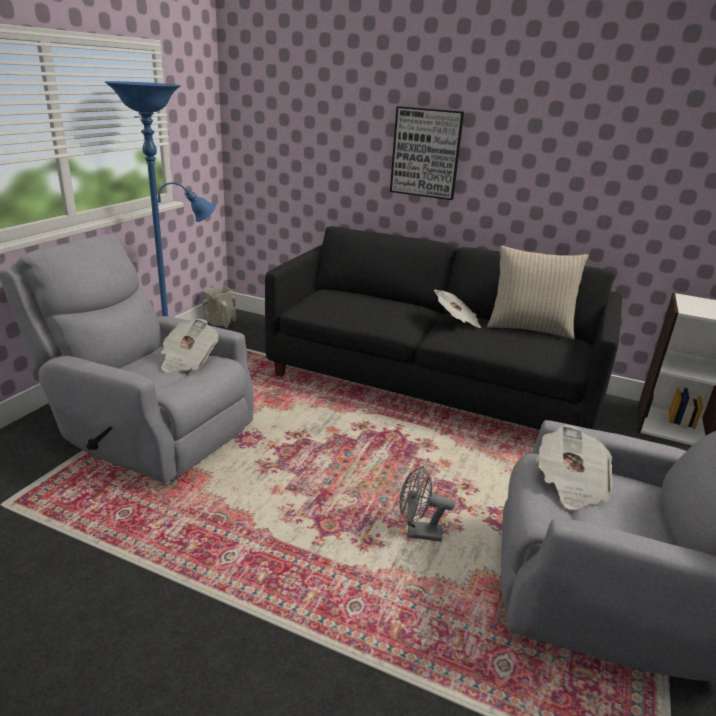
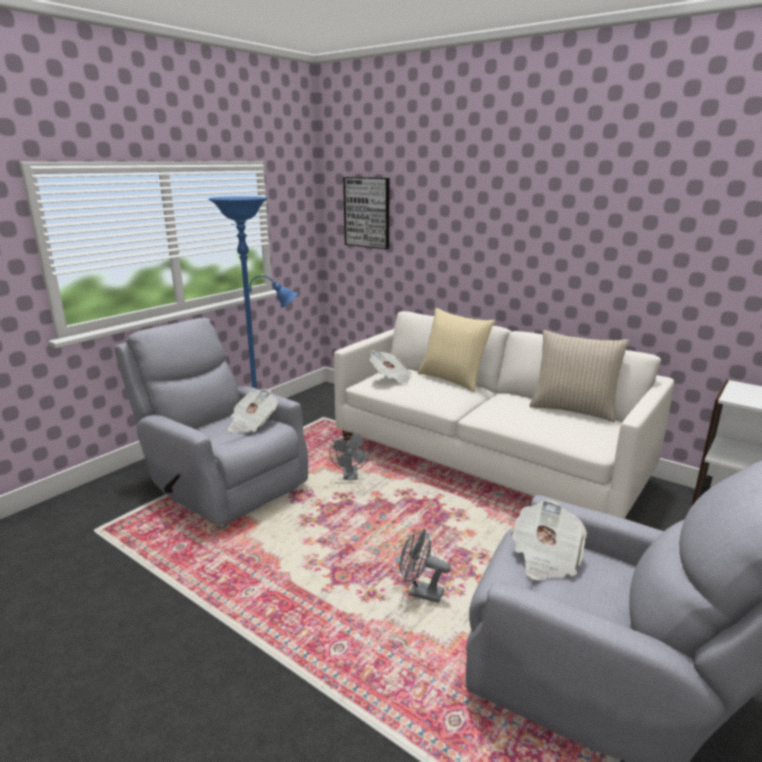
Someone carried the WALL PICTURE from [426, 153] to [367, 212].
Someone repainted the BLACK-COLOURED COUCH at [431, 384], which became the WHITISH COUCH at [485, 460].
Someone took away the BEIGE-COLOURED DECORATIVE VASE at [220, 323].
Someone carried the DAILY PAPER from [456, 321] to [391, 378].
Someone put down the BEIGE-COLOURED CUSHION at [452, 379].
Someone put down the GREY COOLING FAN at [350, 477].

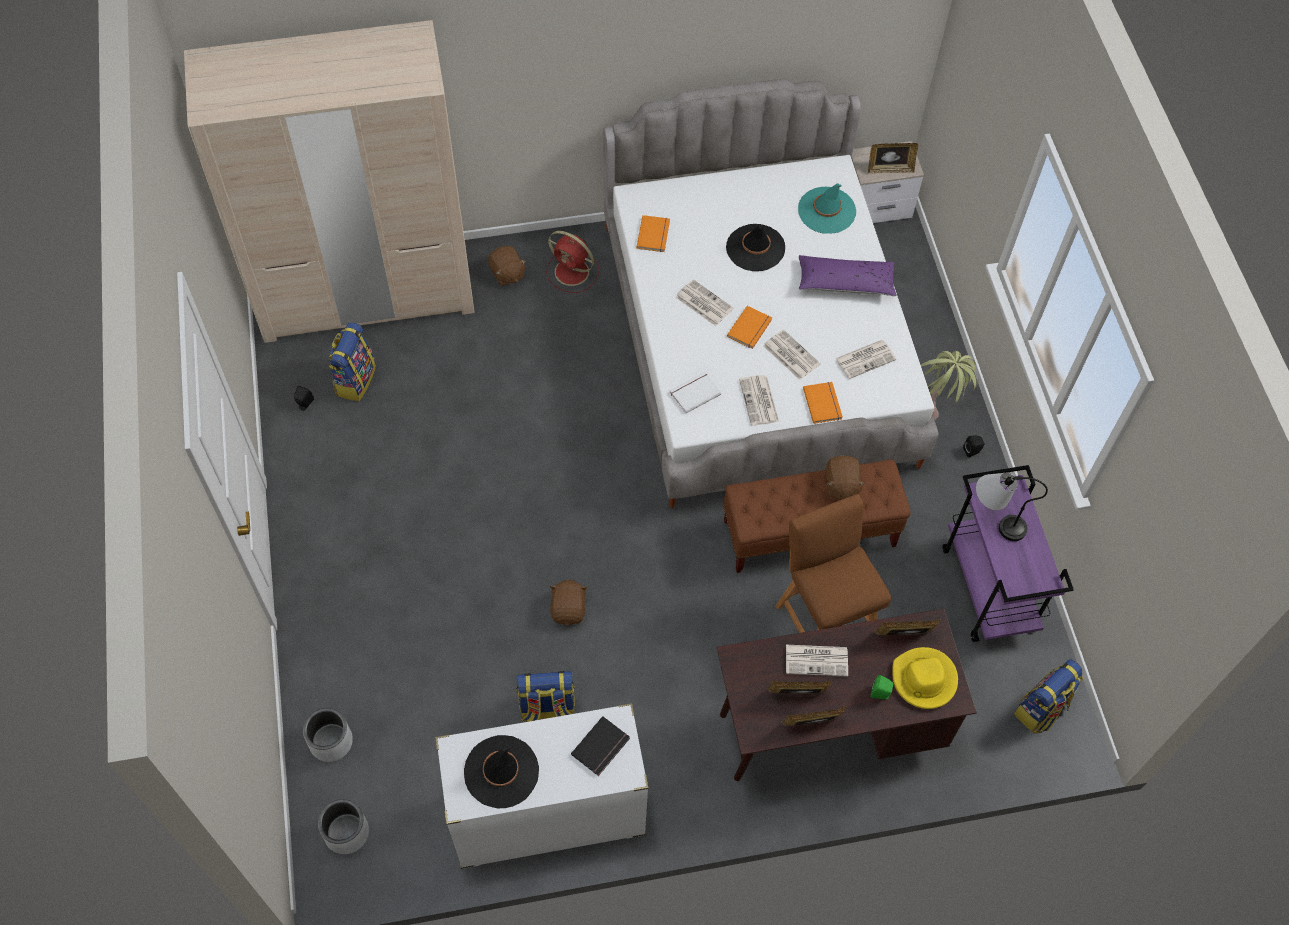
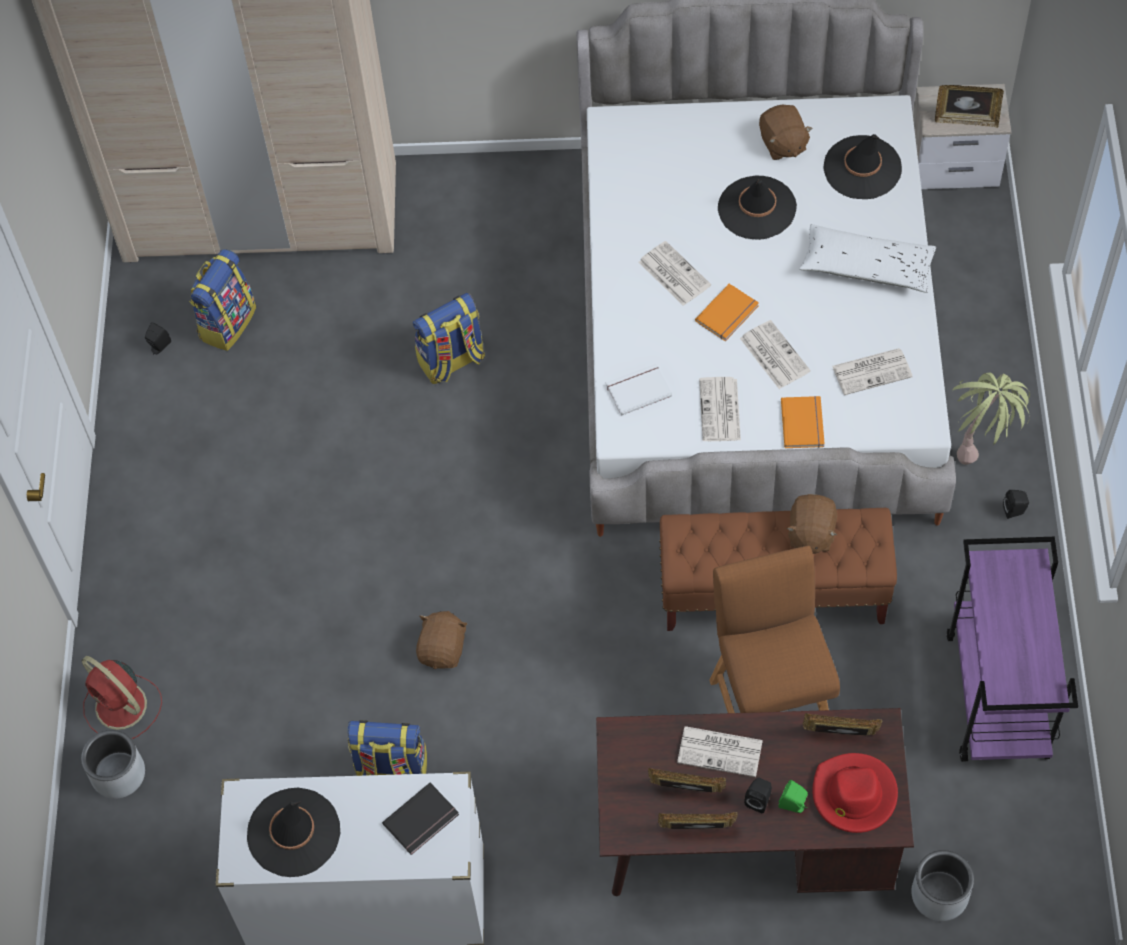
Someone repainted the BLUE-GREEN CLOTHING HAT at [826, 211], which became the BLACK-COLOURED CLOTHING HAT at [862, 168].
Someone took away the ORANGEY BOUND BOOK at [654, 235].
Someone carried the RED-COLOURED COOLING FAN from [573, 272] to [123, 707].
Someone carried the BROWN PLUSH TOY from [507, 274] to [782, 144].
Someone repainted the PURPLE CUSHION at [845, 282], which became the WHITISH CUSHION at [866, 267].
Someone took away the TABLE LAMP at [993, 522].
Someone repainted the YELLOWISH CLOTHING HAT at [924, 679], which became the RED-COLOURED CLOTHING HAT at [853, 795].
Someone carried the RUCKSACK from [1041, 709] to [451, 361].
Someone carried the GREY PLANT POT from [346, 832] to [939, 894].
Someone put down the BLACK-COLOURED LOUDSPEAKER at [759, 800].

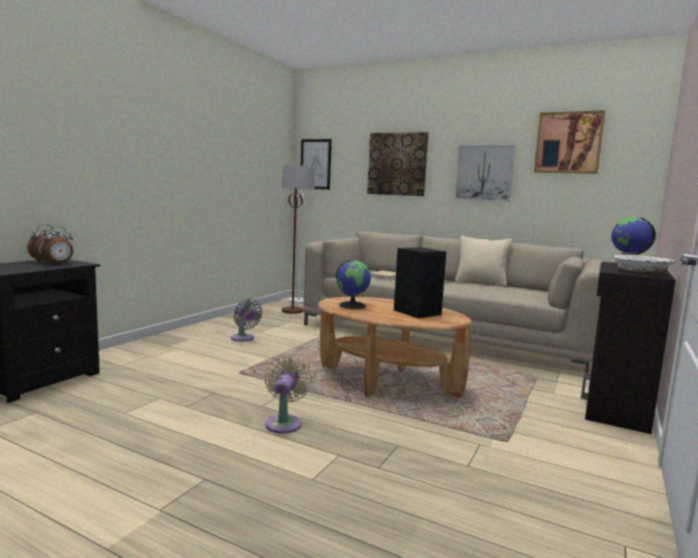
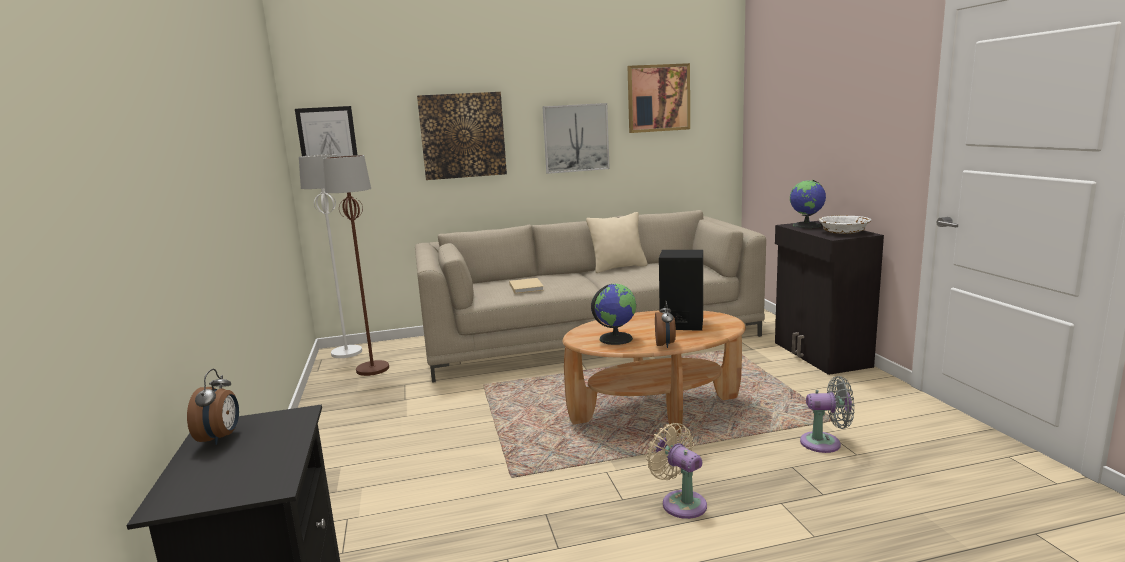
Someone carried the TABLE CLOCK from [59, 264] to [665, 344].
Someone carried the GREY COOLING FAN from [243, 338] to [825, 443].

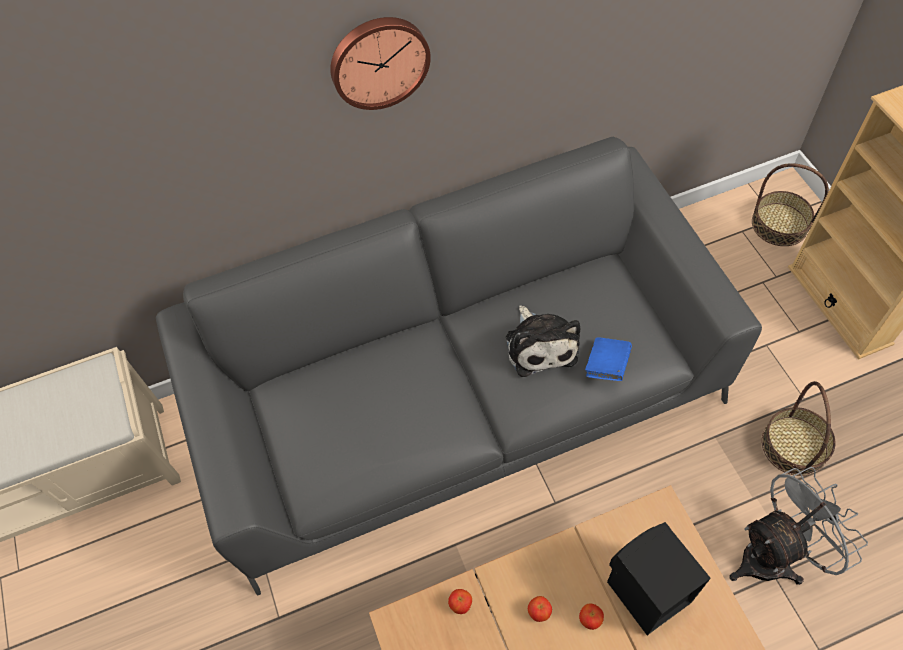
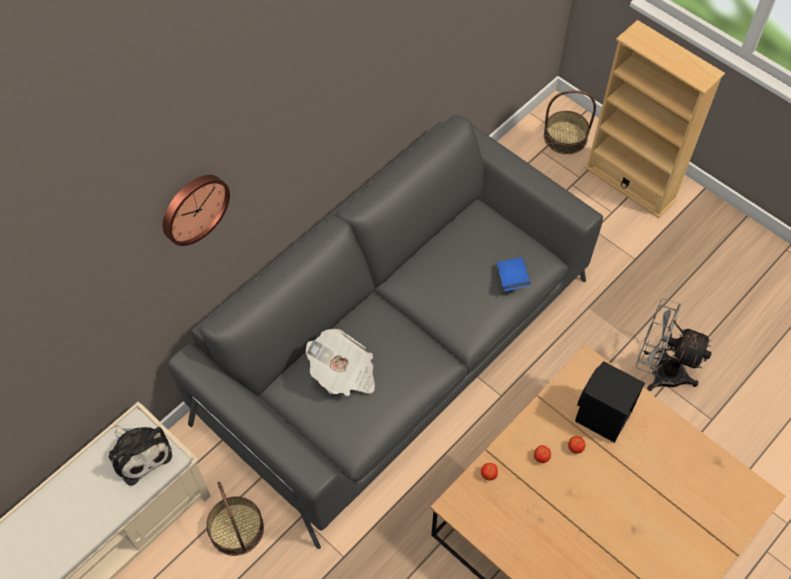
Someone carried the HANGING CLOCK from [378, 61] to [193, 207].
Someone carried the PLUSH TOY from [540, 344] to [139, 453].
Someone carried the STORAGE BASKET from [794, 446] to [236, 529].
Someone rotated the GREY COOLING FAN at [774, 555] by 105 degrees counterclockwise.
Someone put down the DAILY PAPER at [343, 373].

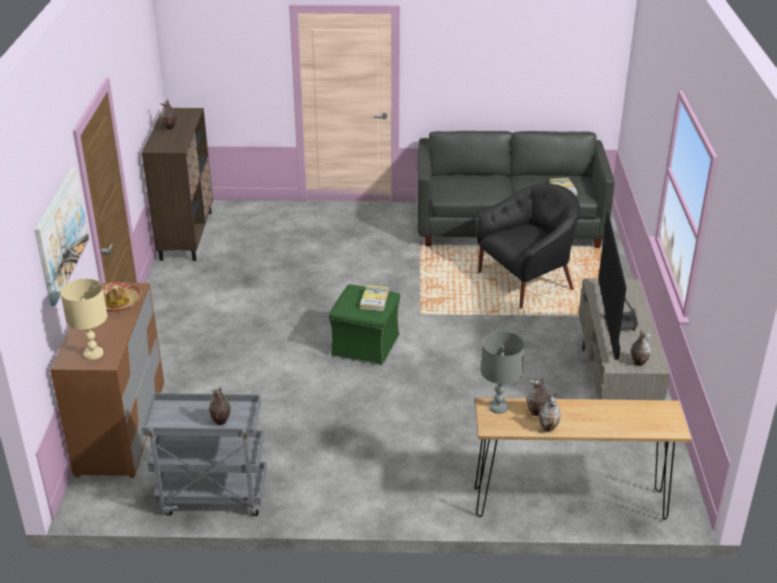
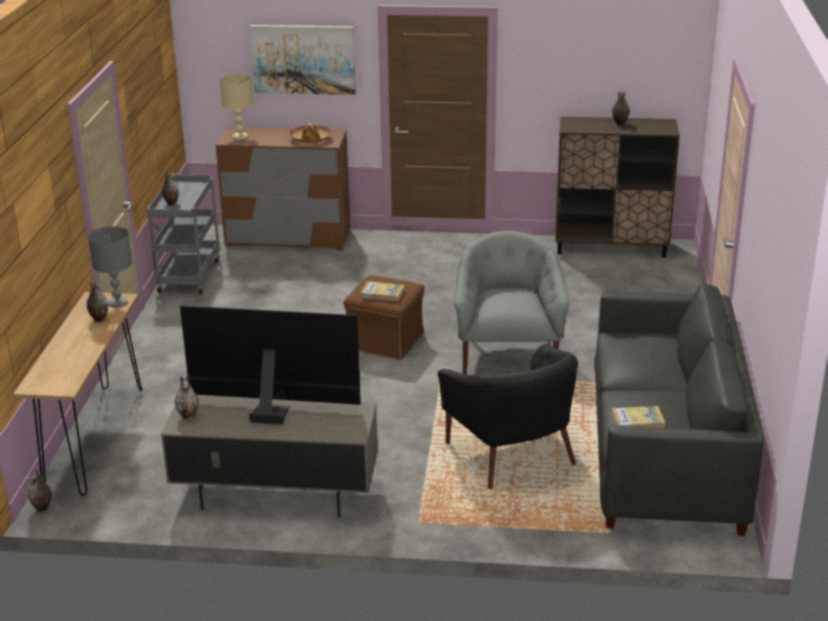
Someone repainted the GREEN-COLOURED POUFFE at [365, 346], which became the BROWN POUFFE at [385, 341].
Someone carried the DECORATIVE VASE from [548, 428] to [42, 508].
Someone put down the GREY EASY CHAIR at [508, 354].

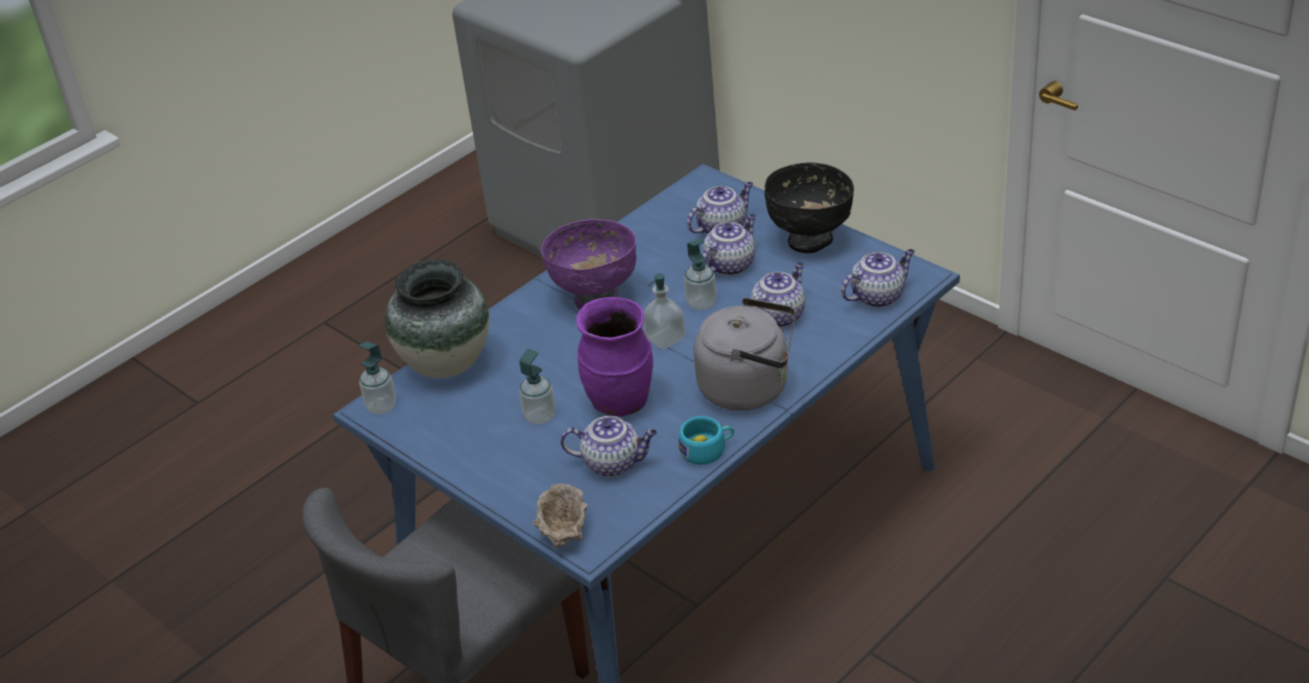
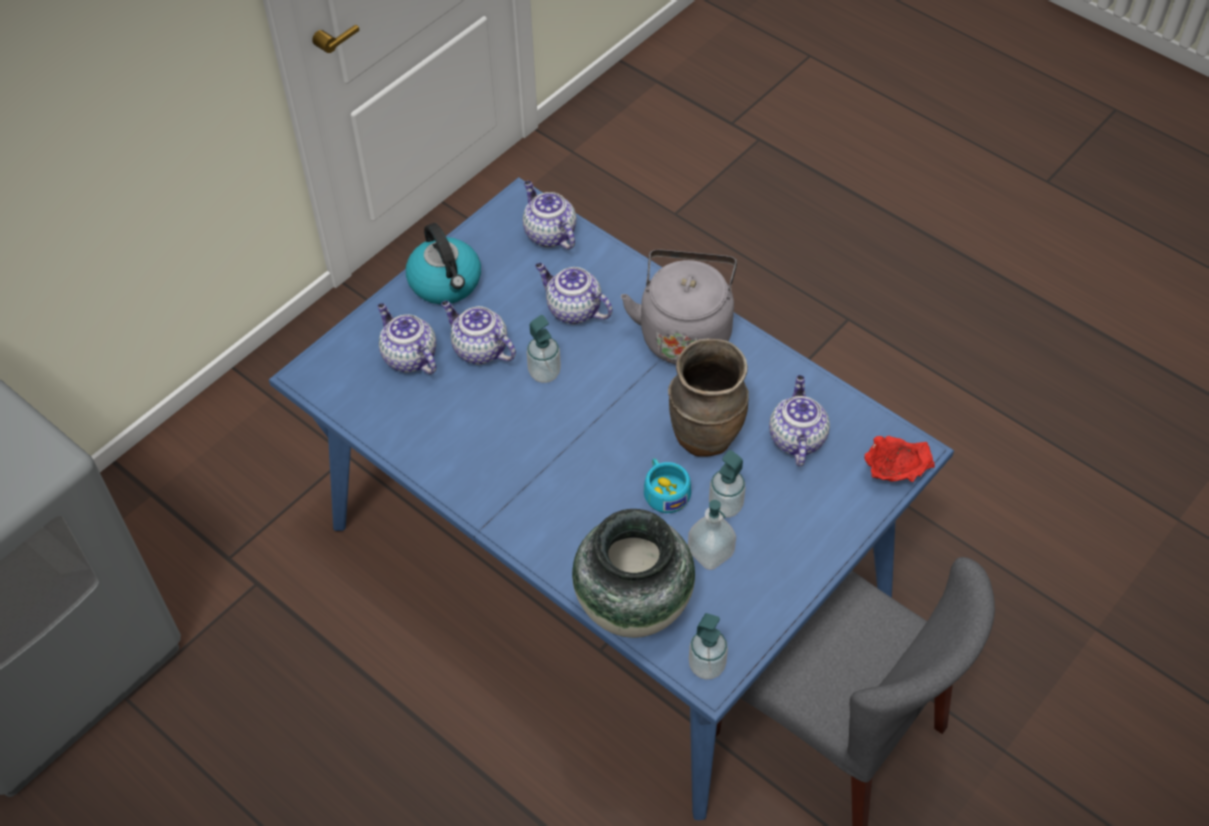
Someone swapped the BLACK-COLOURED BOWL at [810, 240] for the WATER KETTLE at [446, 283].
Someone took away the PURPLE BOWL at [596, 298].
Someone carried the SOAP BOTTLE from [665, 338] to [710, 552].
Someone repainted the PURPLE DECORATIVE VASE at [621, 403], which became the BROWN DECORATIVE VASE at [705, 436].
Someone carried the BLUE-GREEN CUP from [708, 450] to [664, 491].
Someone repainted the BEIGE-COLOURED BOWL at [563, 532], which became the RED-COLOURED BOWL at [895, 473].

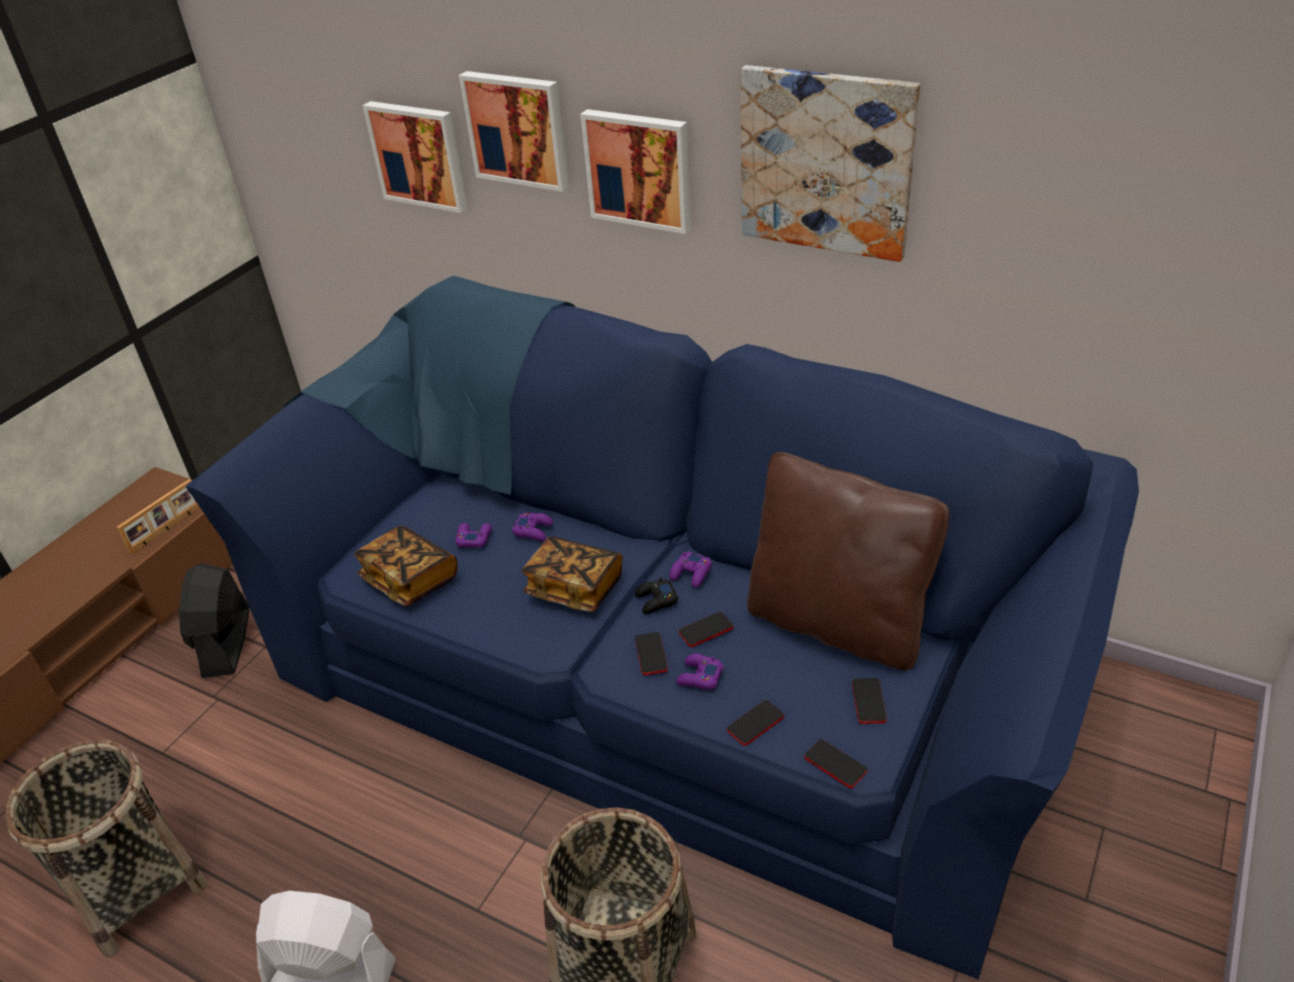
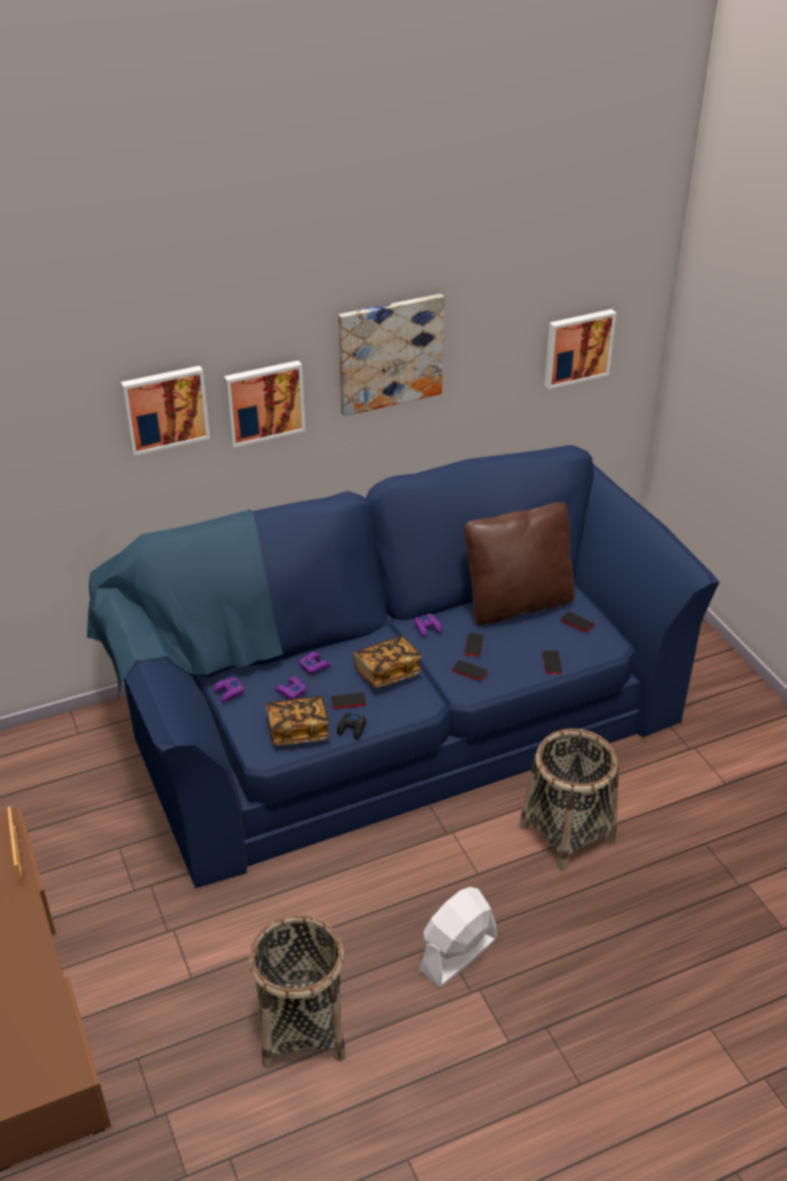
Someone carried the WALL PICTURE from [419, 155] to [577, 347].
Someone took away the BLACK-COLOURED COOLING FAN at [226, 643].
Someone carried the BLACK-COLOURED GAMEPAD from [656, 600] to [352, 729].
Someone carried the PURPLE GAMEPAD from [699, 676] to [228, 692].
Someone carried the TELEPHONE from [835, 764] to [348, 701].

